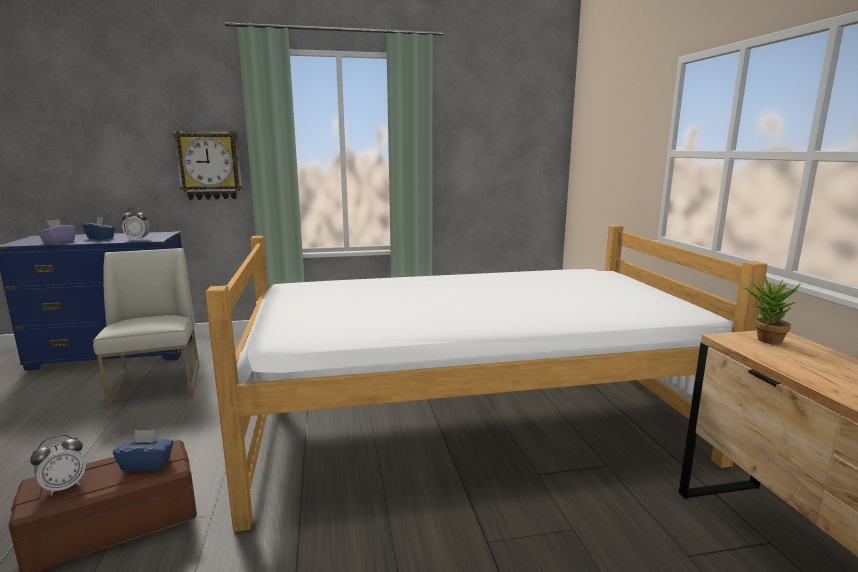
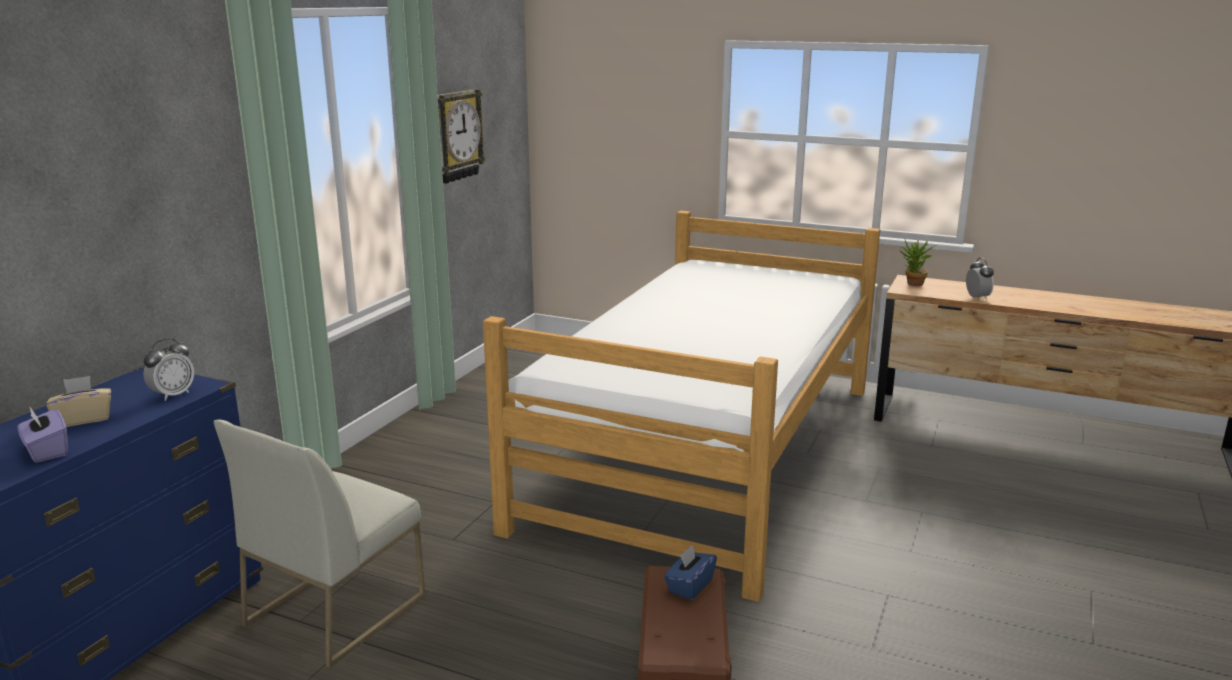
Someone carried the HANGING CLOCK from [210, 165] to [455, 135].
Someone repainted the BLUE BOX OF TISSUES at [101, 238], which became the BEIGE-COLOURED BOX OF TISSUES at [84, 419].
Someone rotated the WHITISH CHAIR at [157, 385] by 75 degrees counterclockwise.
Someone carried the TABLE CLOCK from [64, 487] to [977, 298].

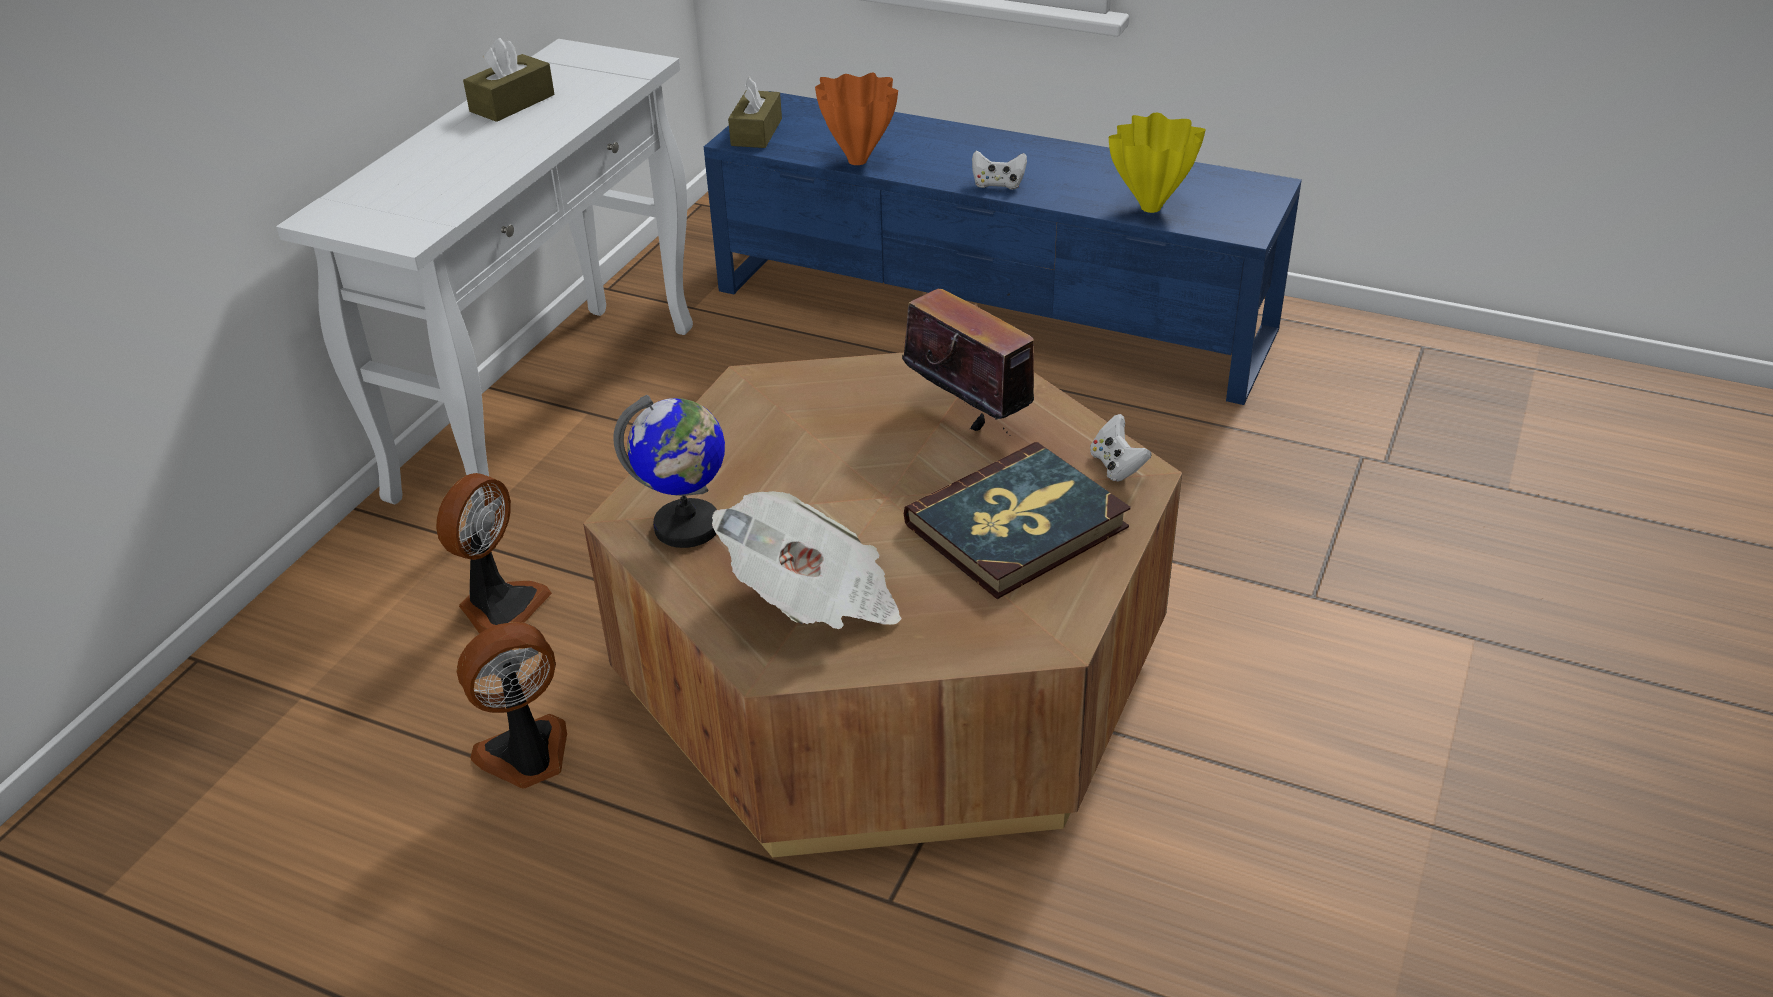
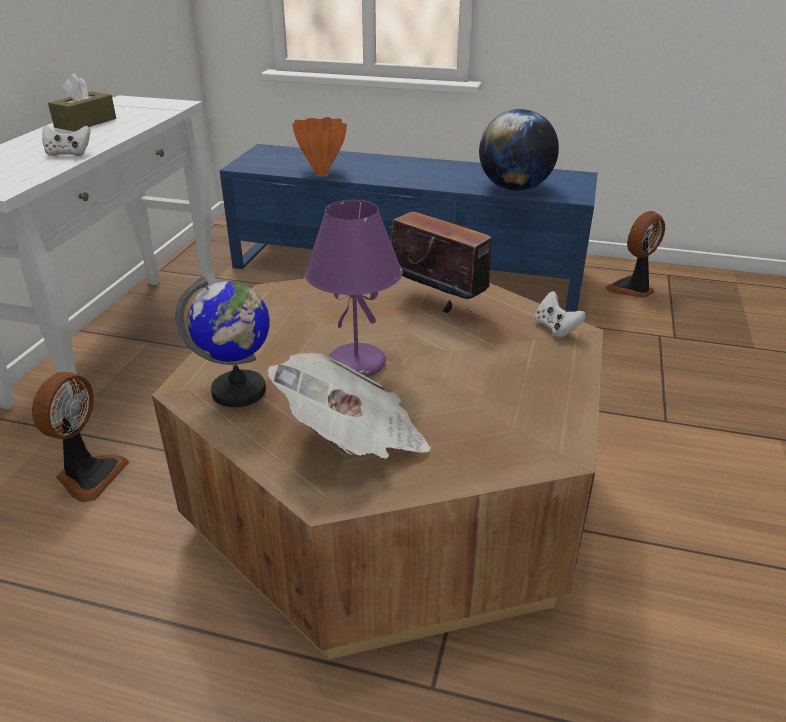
Someone took away the BROWN BOX OF TISSUES at [756, 132].
Someone swapped the YELLOWISH DECORATIVE VASE at [1153, 207] for the DESK GLOBE at [515, 188].
Someone carried the WHITISH GAMEPAD from [998, 184] to [68, 154].
Someone took away the BOUND BOOK at [1017, 526].
Someone carried the COOLING FAN from [527, 756] to [632, 289].
Someone put down the PURPLE TABLE LAMP at [355, 364].

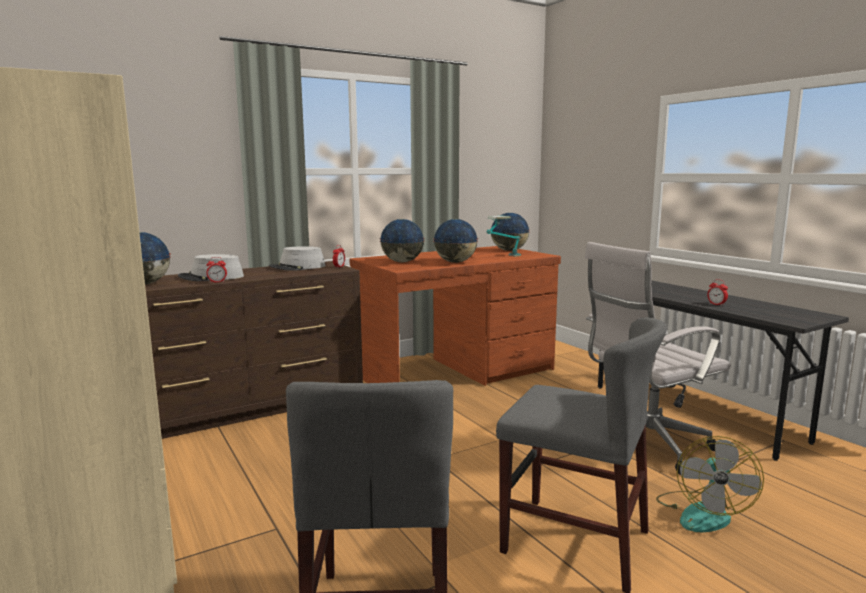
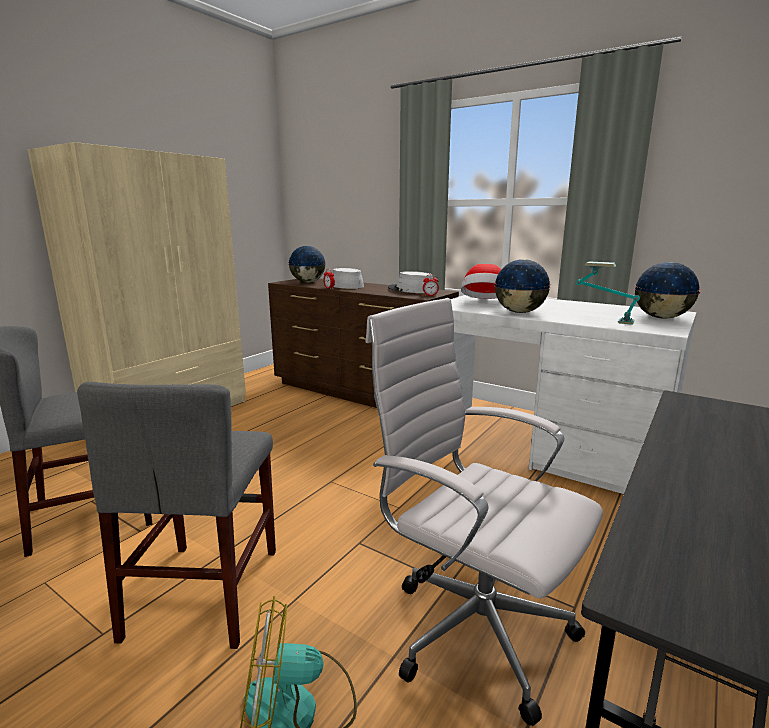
Someone swapped the DESK GLOBE at [402, 262] for the CLOTHING HAT at [484, 302].
Someone repainted the BROWN DESK at [456, 372], which became the WHITISH DESK at [544, 446].
Someone took away the TABLE CLOCK at [716, 304].

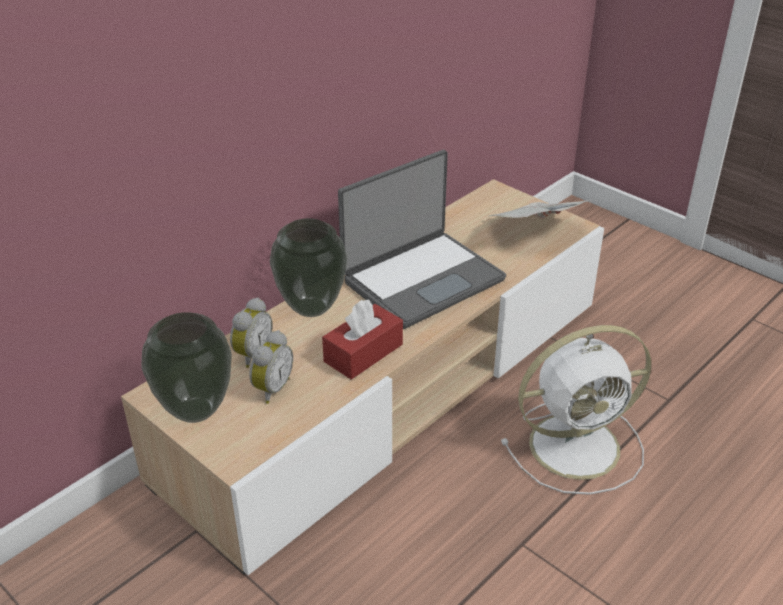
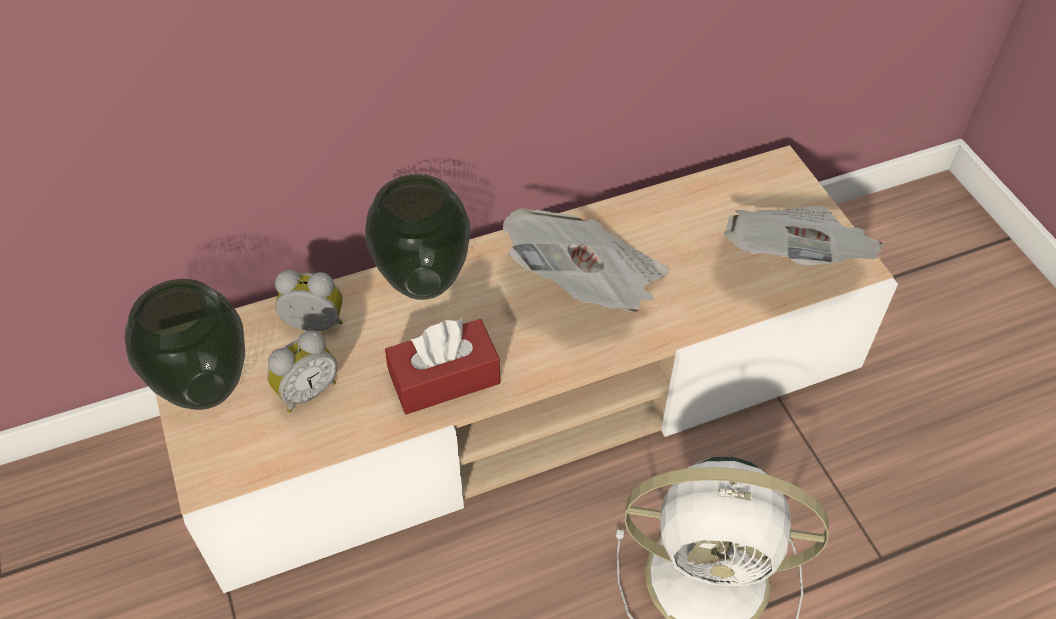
Someone swapped the PORTABLE COMPUTER at [421, 279] for the DAILY PAPER at [587, 286].
Someone rotated the TABLE CLOCK at [251, 354] by 135 degrees counterclockwise.

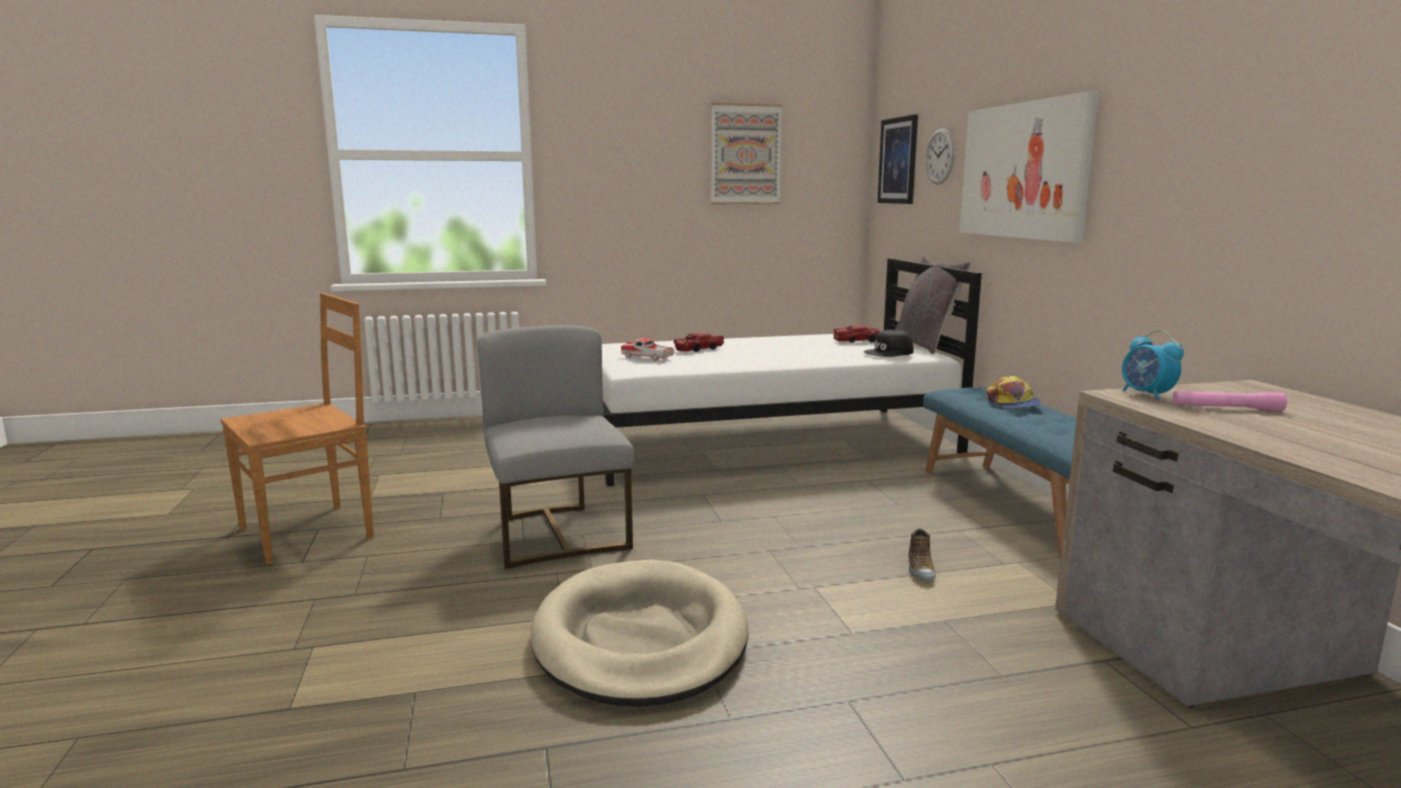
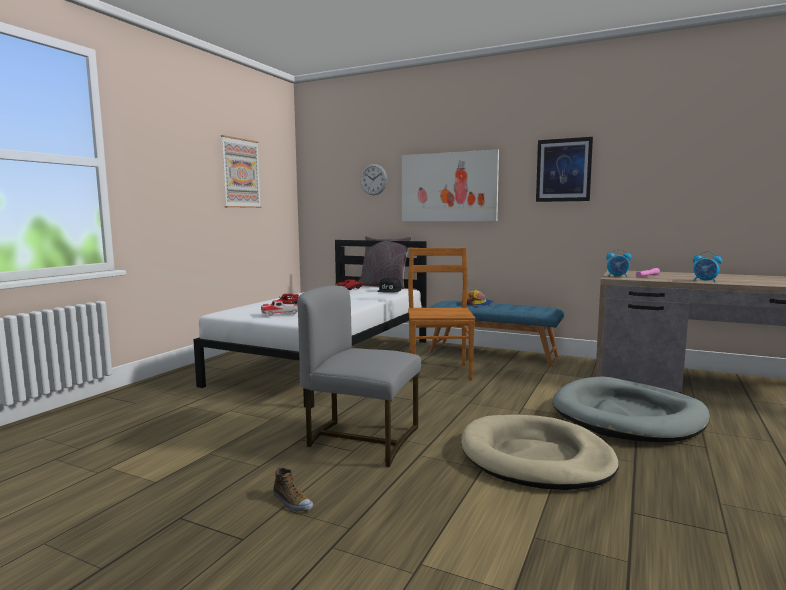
Someone carried the WALL PICTURE from [898, 161] to [563, 170].
Someone carried the BROWN CHAIR from [311, 532] to [439, 372].
Someone carried the SHOE from [920, 569] to [292, 502].
Someone put down the TABLE CLOCK at [705, 281].
Someone put down the GREY PET BED at [628, 416].

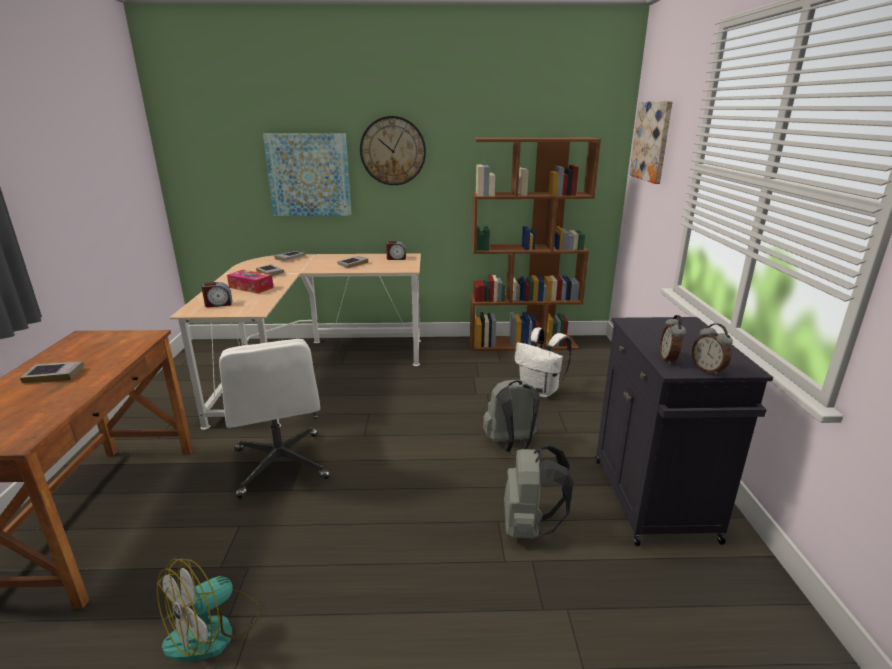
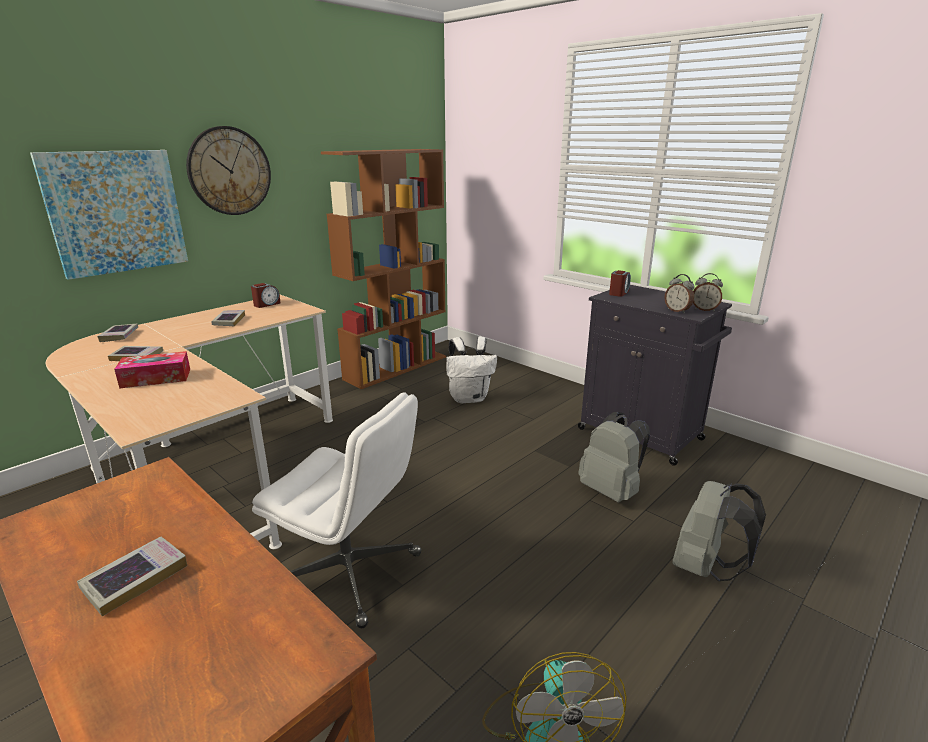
Someone took away the WALL PICTURE at [652, 141].
Someone carried the TABLE CLOCK from [218, 304] to [619, 293].
Someone carried the GREY RUCKSACK from [511, 444] to [705, 568].

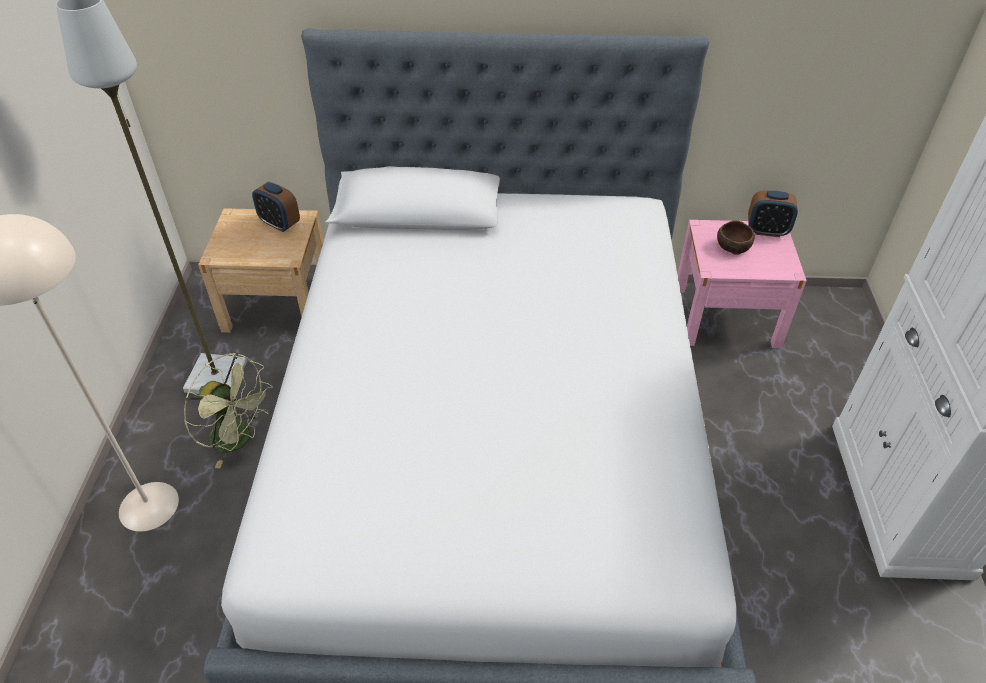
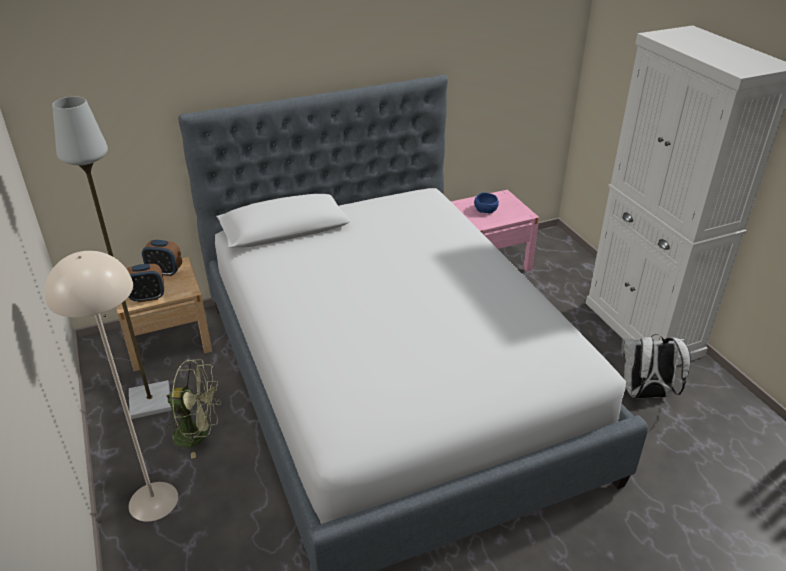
Someone carried the TABLE CLOCK from [767, 231] to [148, 297].
Someone repainted the BROWN BOWL at [733, 247], which became the BLUE BOWL at [486, 210].
Someone put down the WHITISH RUCKSACK at [645, 394].

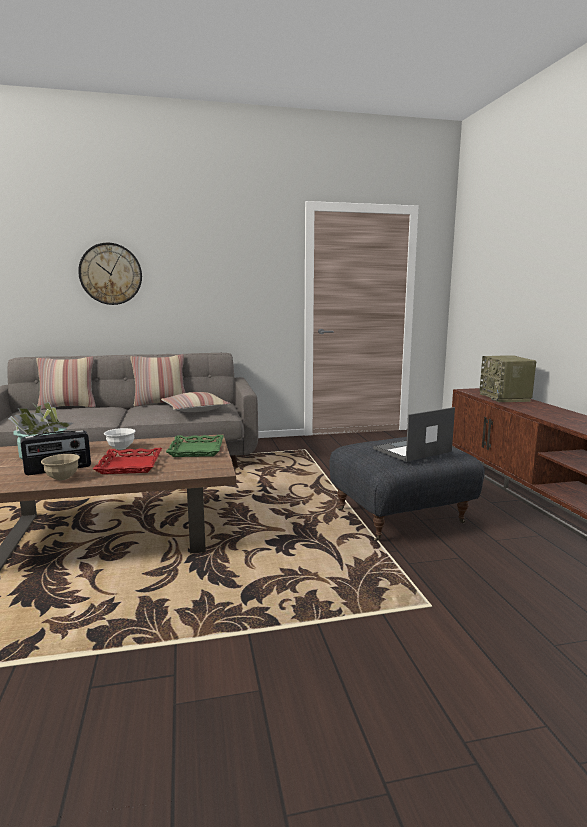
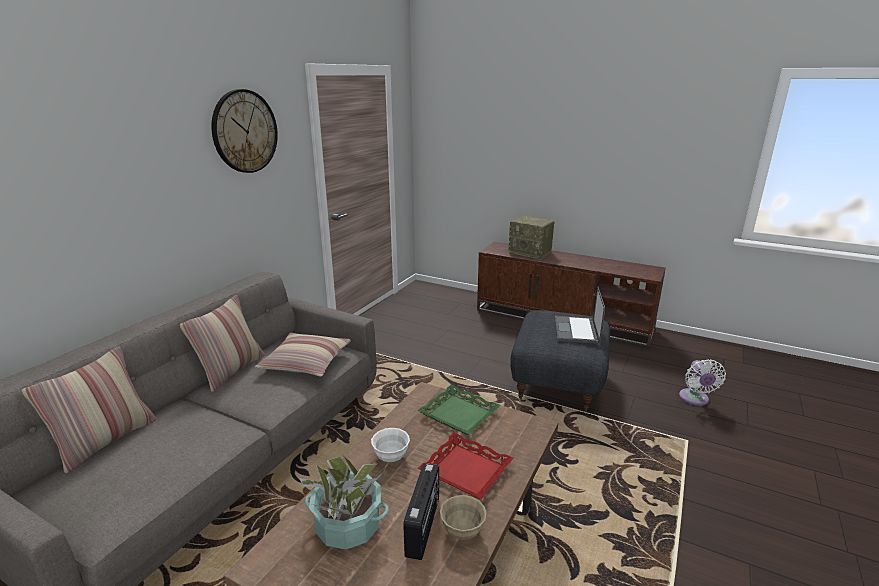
Someone carried the HANGING CLOCK from [110, 274] to [245, 131].
Someone put down the WHITISH COOLING FAN at [695, 399].

